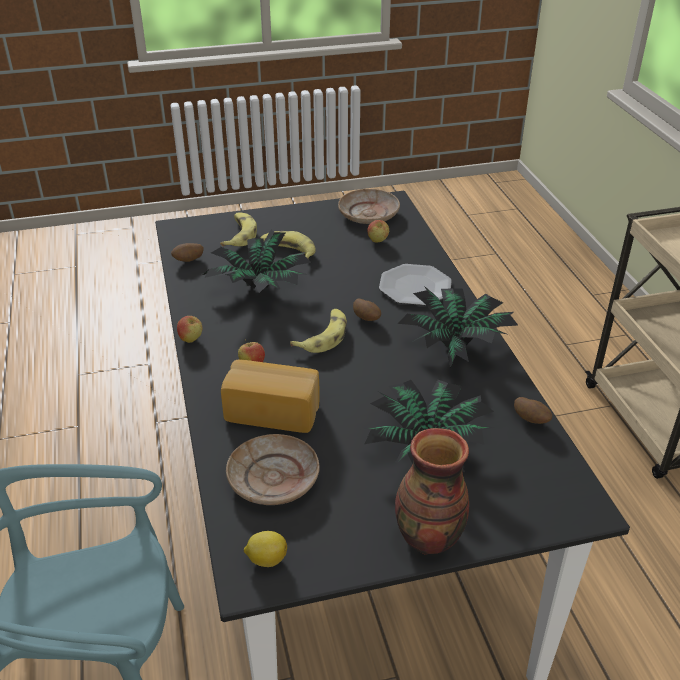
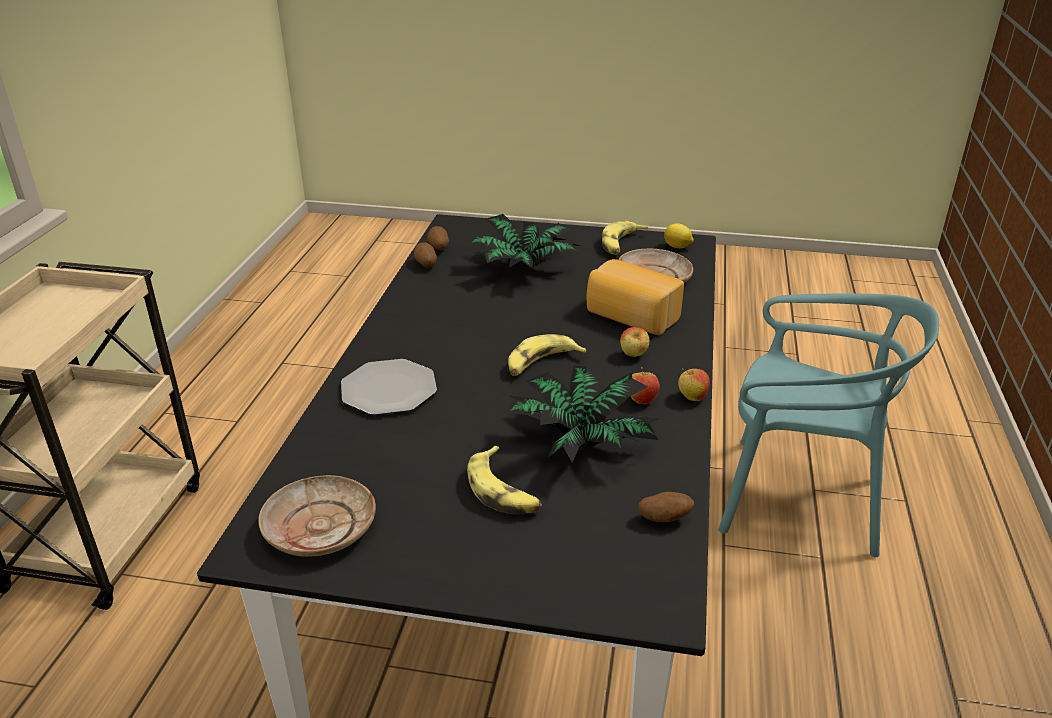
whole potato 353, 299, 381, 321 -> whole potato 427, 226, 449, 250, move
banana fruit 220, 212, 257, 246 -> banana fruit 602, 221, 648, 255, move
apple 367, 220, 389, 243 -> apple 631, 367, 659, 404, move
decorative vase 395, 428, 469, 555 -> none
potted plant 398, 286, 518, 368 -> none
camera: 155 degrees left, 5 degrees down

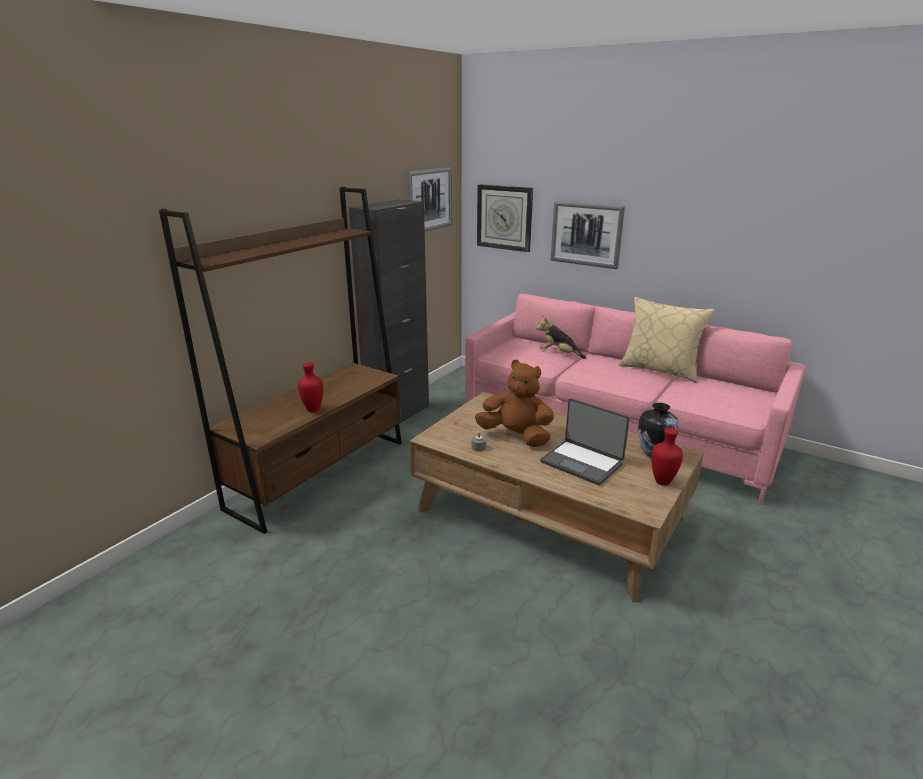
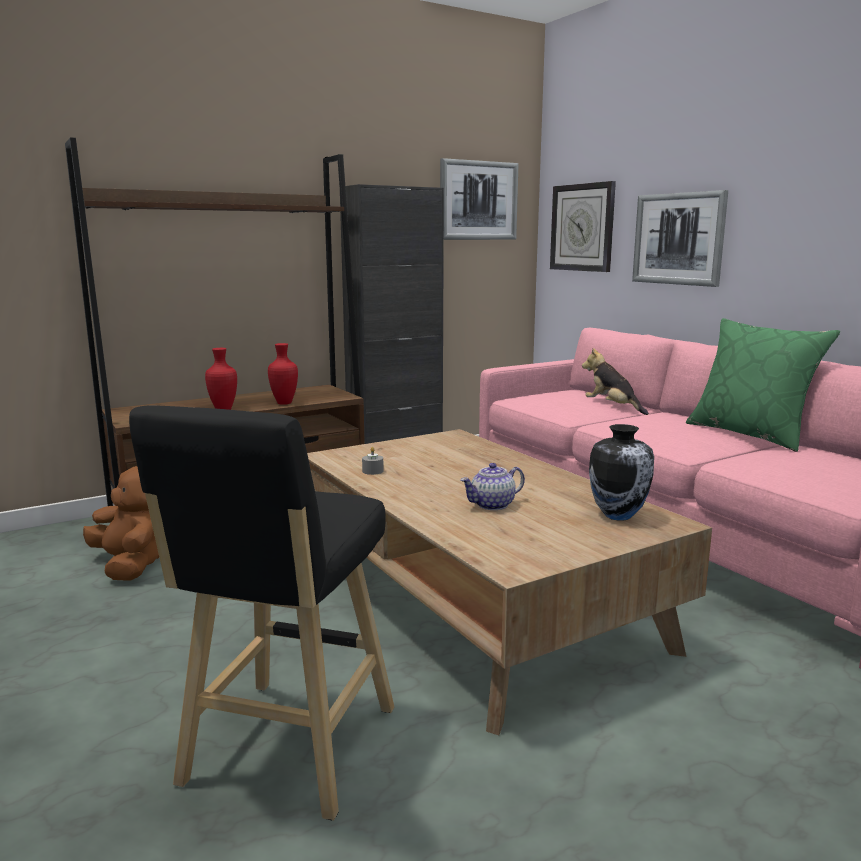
plush toy/brown-coloured 475, 360, 554, 447 -> plush toy/brown-coloured 83, 466, 159, 581, move
none -> stool/black 129, 405, 394, 821
decorative vase/reddish 652, 428, 683, 486 -> decorative vase/reddish 268, 343, 298, 405, move
laptop 540, 398, 630, 485 -> teapot 461, 463, 525, 510
throw pillow/beige 619, 297, 715, 382 -> throw pillow/greenish 686, 318, 840, 452
camera: 25 degrees right, 10 degrees down

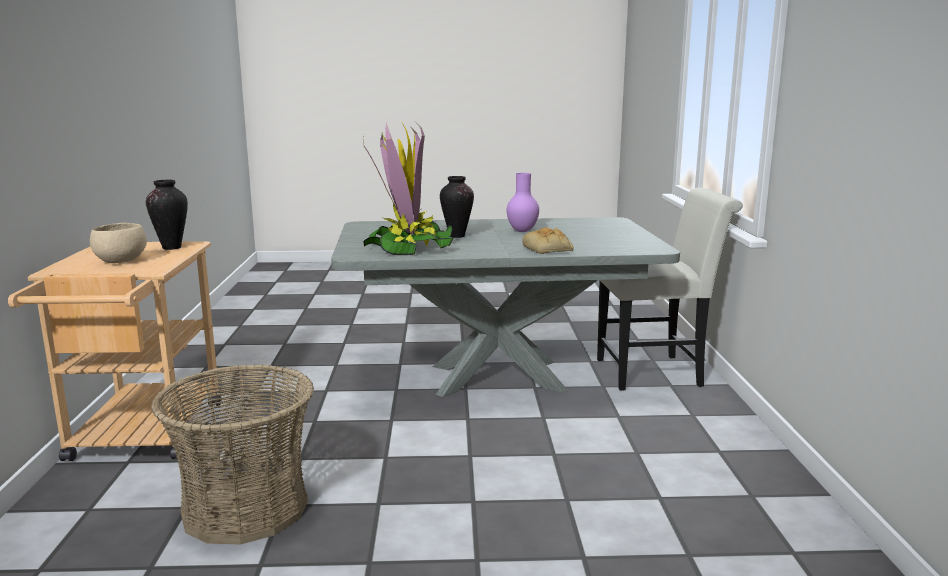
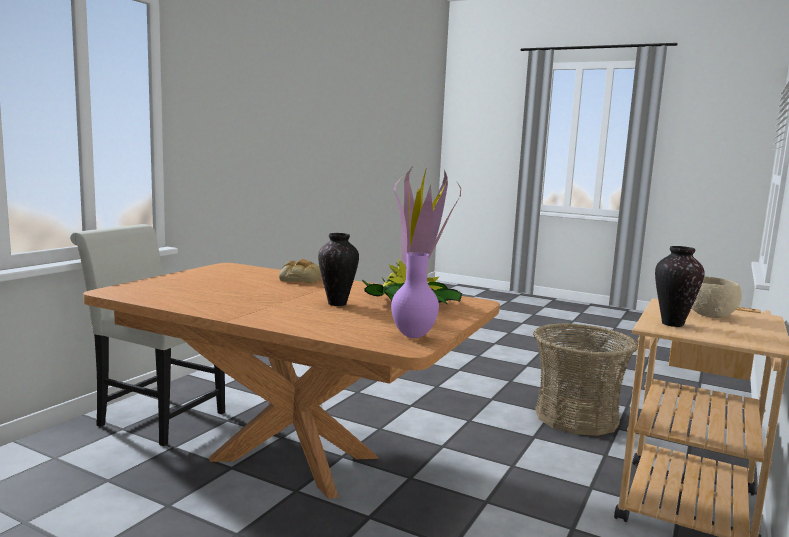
dining table/gray 331, 217, 680, 397 -> dining table/brown-coloured 83, 263, 500, 499
decorative vase/purple 506, 173, 539, 232 -> decorative vase/purple 391, 252, 439, 338, move
camera: 150 degrees left, 5 degrees down

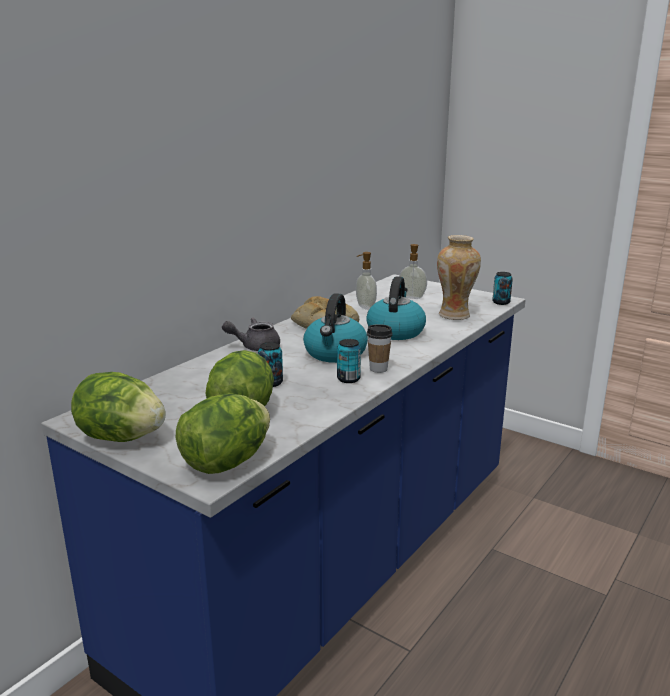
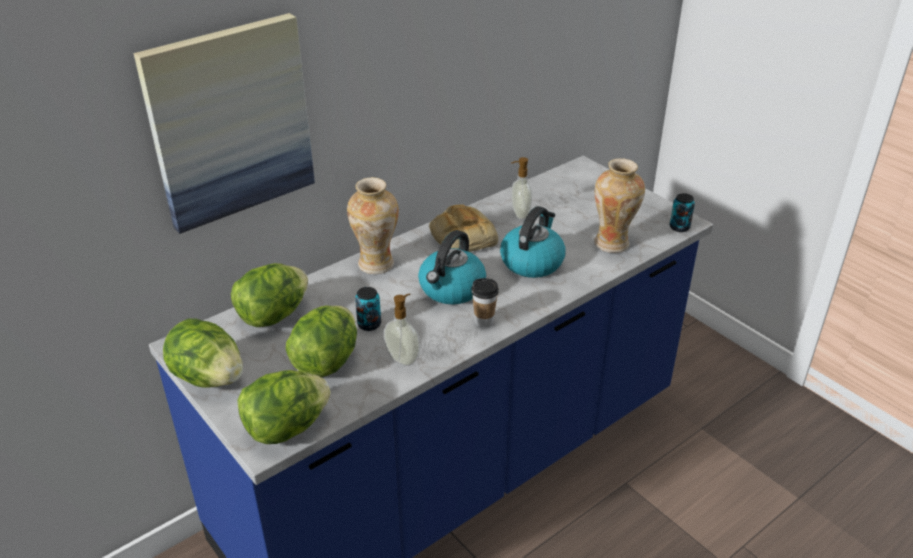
none -> picture 134, 13, 315, 234
none -> lettuce 231, 263, 308, 327
teapot/gray 222, 317, 280, 351 -> decorative vase 347, 177, 399, 274
liquid soap bottle 399, 244, 427, 299 -> liquid soap bottle 384, 293, 420, 366, move
metal can 337, 339, 361, 383 -> none
camera: 15 degrees right, 15 degrees up

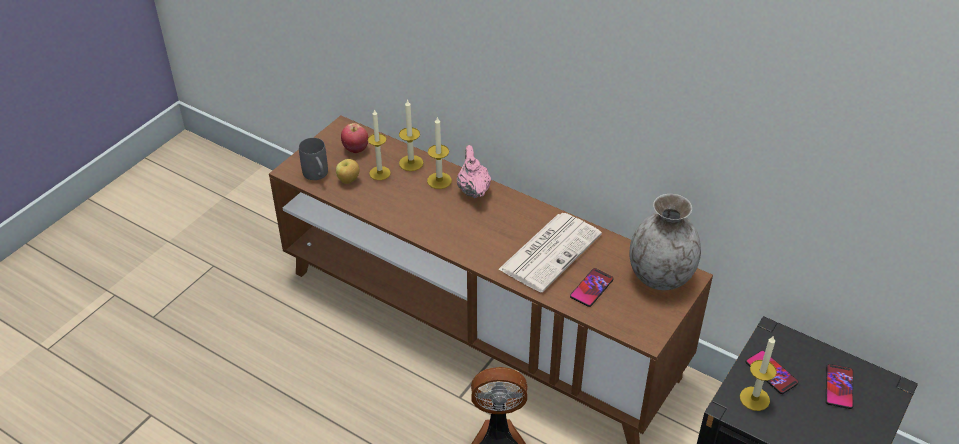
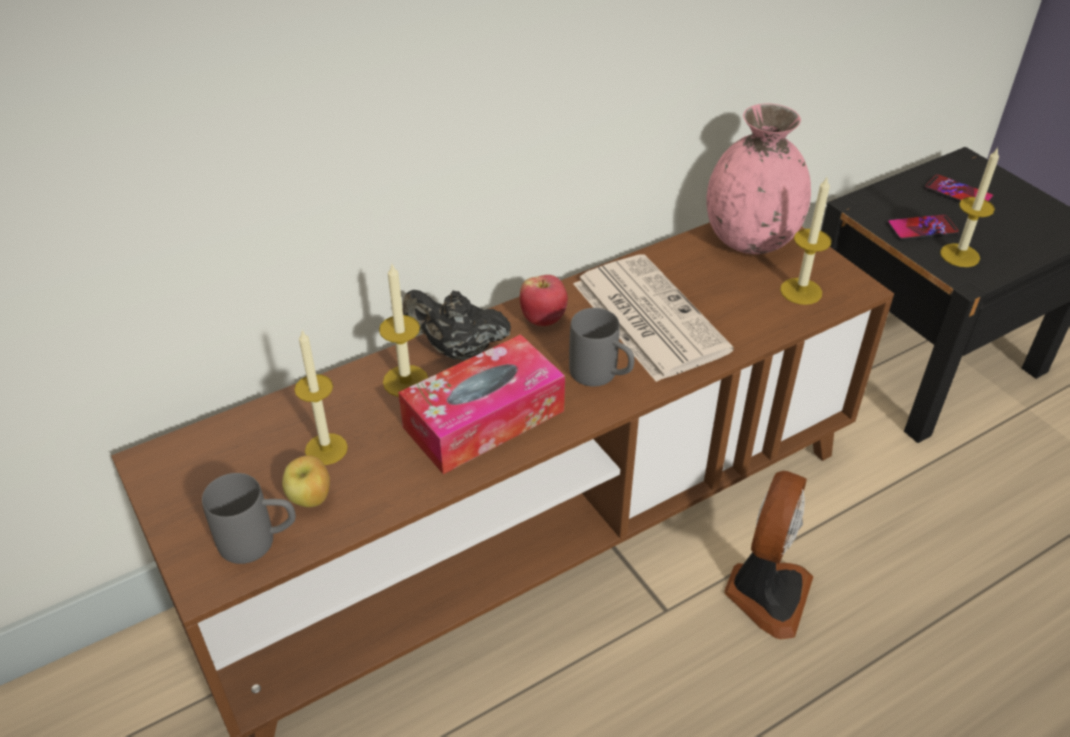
none -> box of tissues 398, 334, 565, 474
teapot/pinkish 456, 145, 491, 198 -> teapot/black 403, 290, 511, 361
apple 341, 123, 369, 153 -> apple 520, 275, 568, 326, move
none -> mug/gray 569, 308, 634, 387
decorative vase/gray 629, 194, 701, 290 -> decorative vase/pinkish 706, 104, 811, 254
candle 399, 99, 423, 171 -> candle 780, 178, 832, 305, move
telephone 570, 268, 614, 307 -> none
camera: 65 degrees left, 0 degrees up

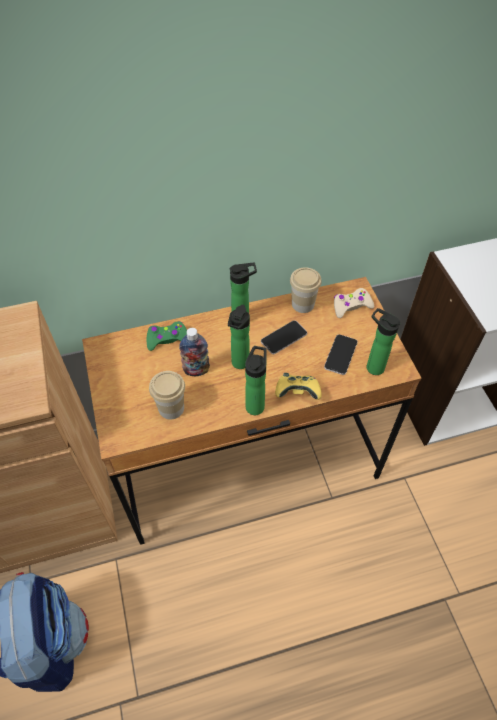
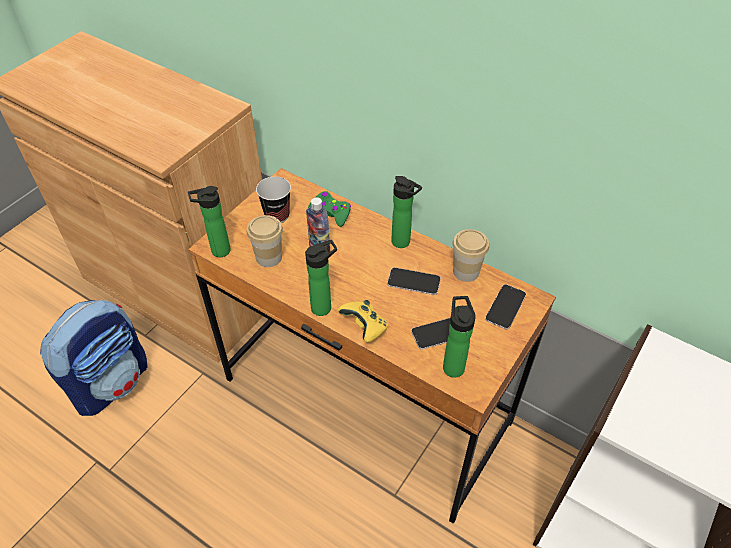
drink bottle 228, 305, 250, 369 -> drink bottle 188, 186, 231, 257, move
none -> drinking cup 256, 177, 291, 223
joypad/beige 334, 288, 374, 318 -> telephone 485, 284, 526, 329
camera: 50 degrees right, 5 degrees down

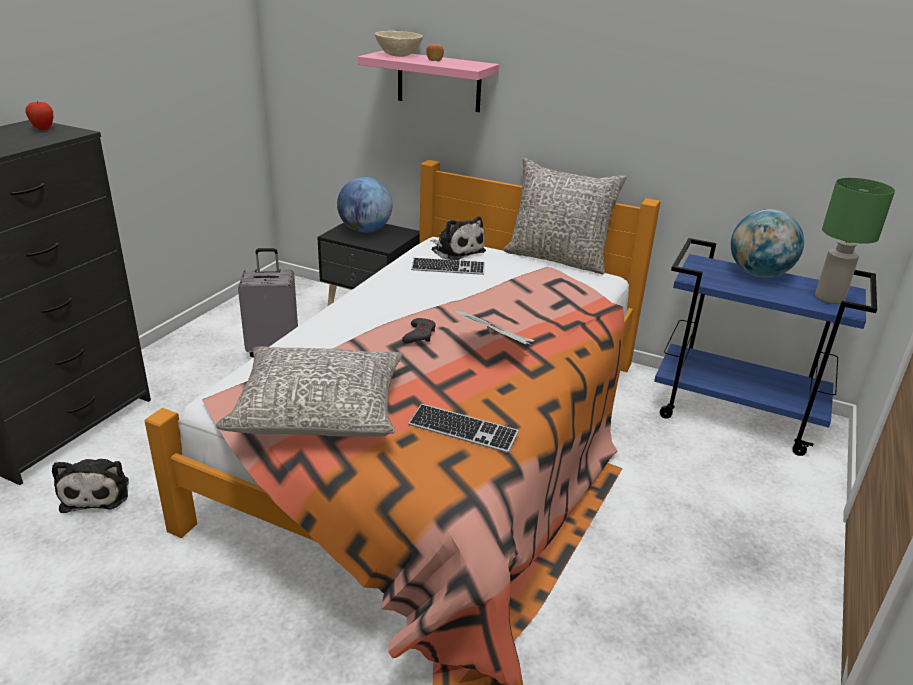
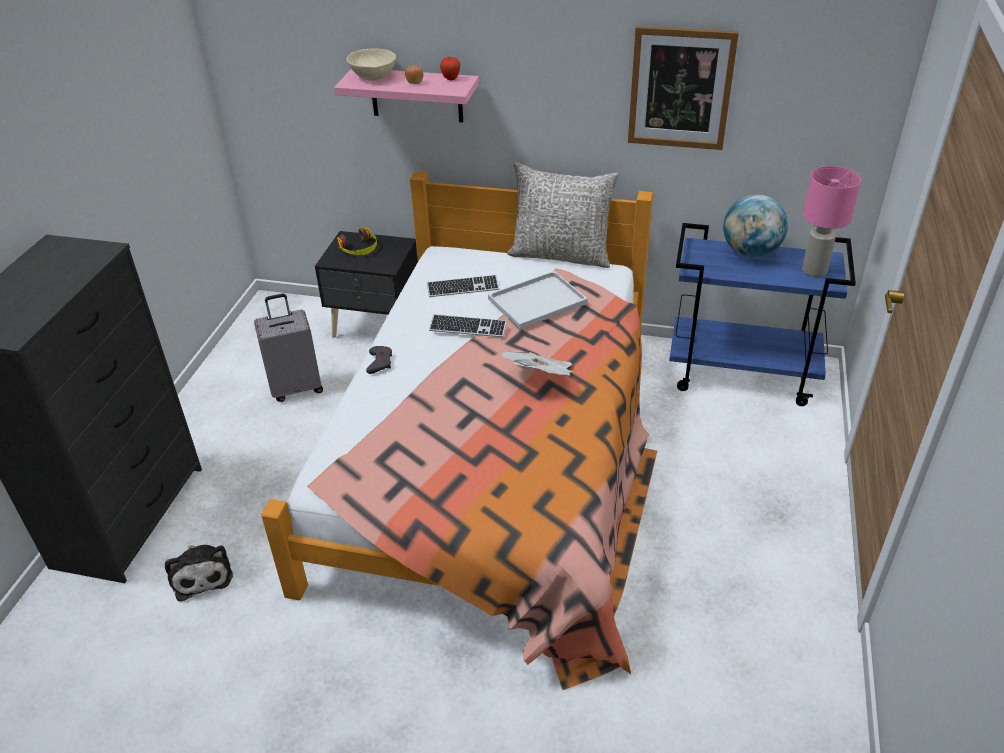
desk globe 337, 177, 392, 233 -> headphones 337, 227, 377, 255
joypad/gray 402, 318, 436, 343 -> joypad/gray 366, 346, 392, 374, move
PC keyboard 408, 404, 519, 453 -> PC keyboard 429, 314, 507, 337, move
apple 25, 101, 54, 130 -> apple 440, 57, 461, 80, move
none -> carrying tray/whitish 488, 271, 588, 329
none -> picture 628, 26, 739, 150
tabletop lamp/greenish 815, 178, 895, 304 -> tabletop lamp/pinkish 802, 166, 861, 277
throw pillow/gray 215, 346, 403, 437 -> none
plush toy 430, 216, 486, 260 -> none
camera: 10 degrees left, 10 degrees up

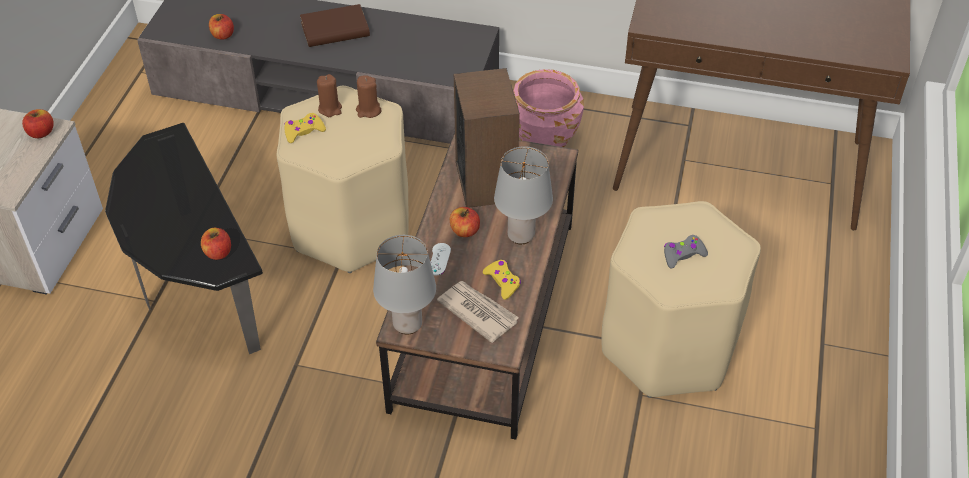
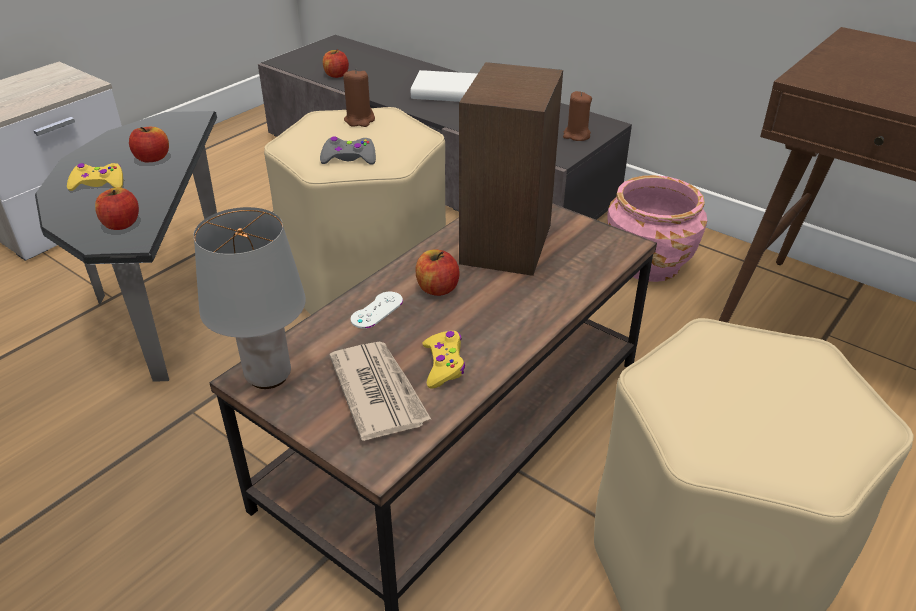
joypad/yellow-coloured 284, 113, 326, 143 -> joypad/yellow-coloured 67, 163, 123, 191, move
apple 22, 109, 54, 138 -> apple 129, 127, 169, 162, move
joypad/gray 664, 235, 708, 268 -> joypad/gray 320, 137, 376, 165, move
book/brown-coloured 300, 4, 370, 47 -> book/whitish 411, 70, 477, 102
candle/brown-coloured 356, 75, 381, 118 -> candle/brown-coloured 563, 91, 592, 141, move
tabletop lamp/gray 494, 146, 553, 244 -> none
camera: 25 degrees right, 10 degrees down

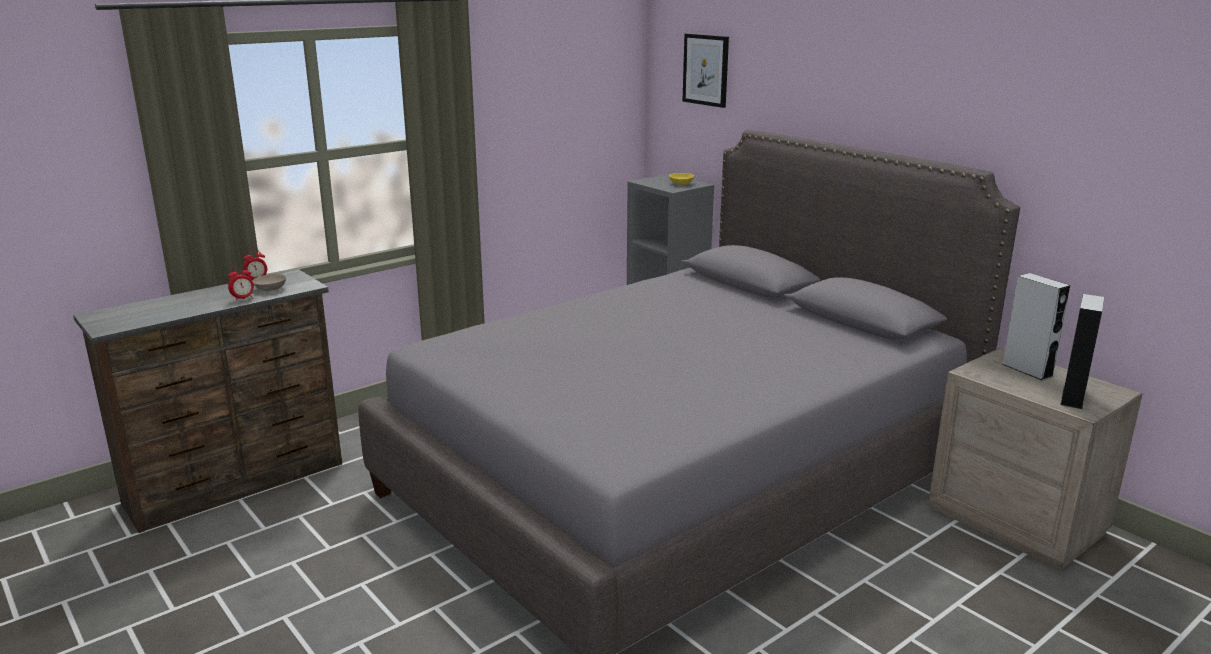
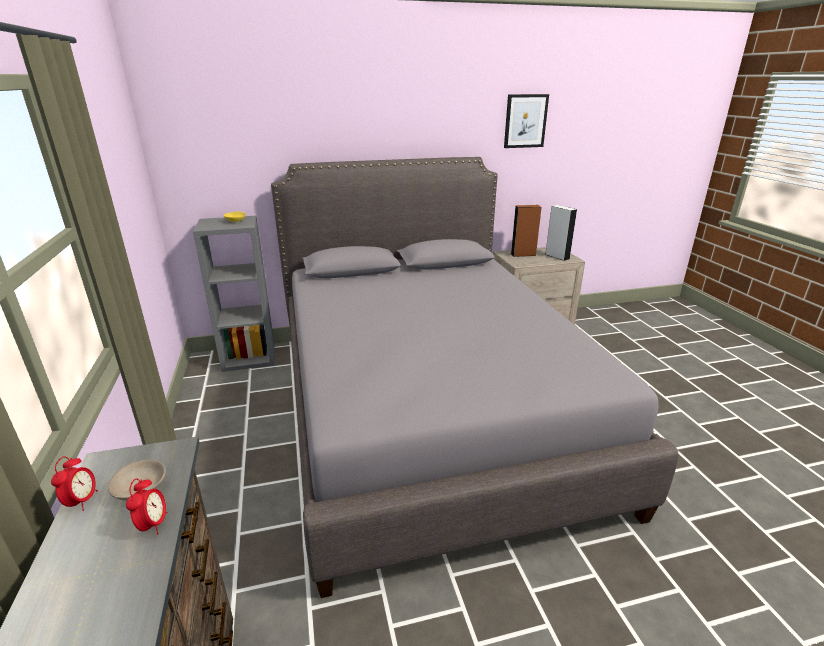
picture 682, 34, 729, 108 -> picture 504, 94, 549, 148, move
speaker/gray 1002, 273, 1070, 381 -> speaker/brown-coloured 511, 205, 542, 257
camera: 65 degrees left, 5 degrees up

